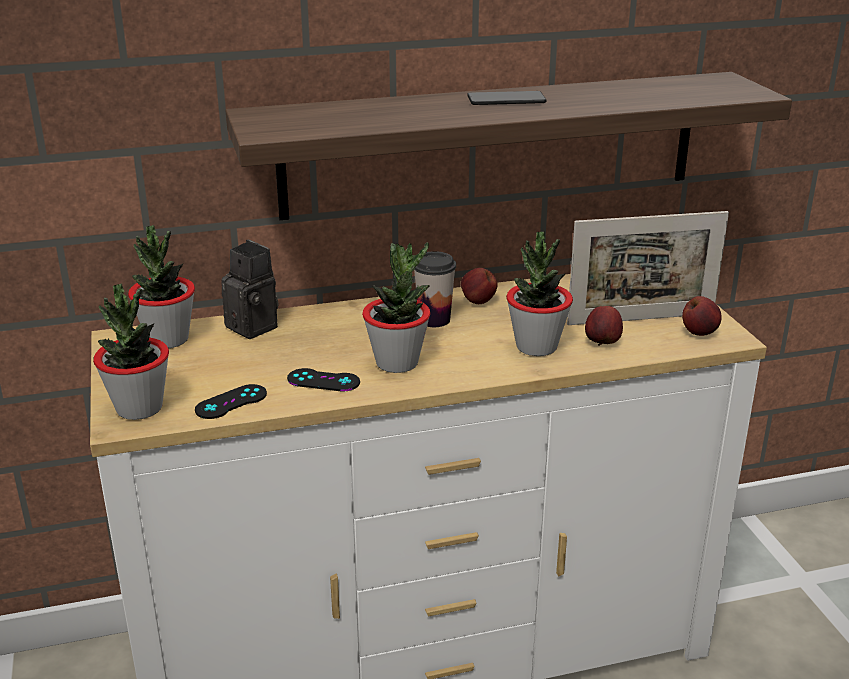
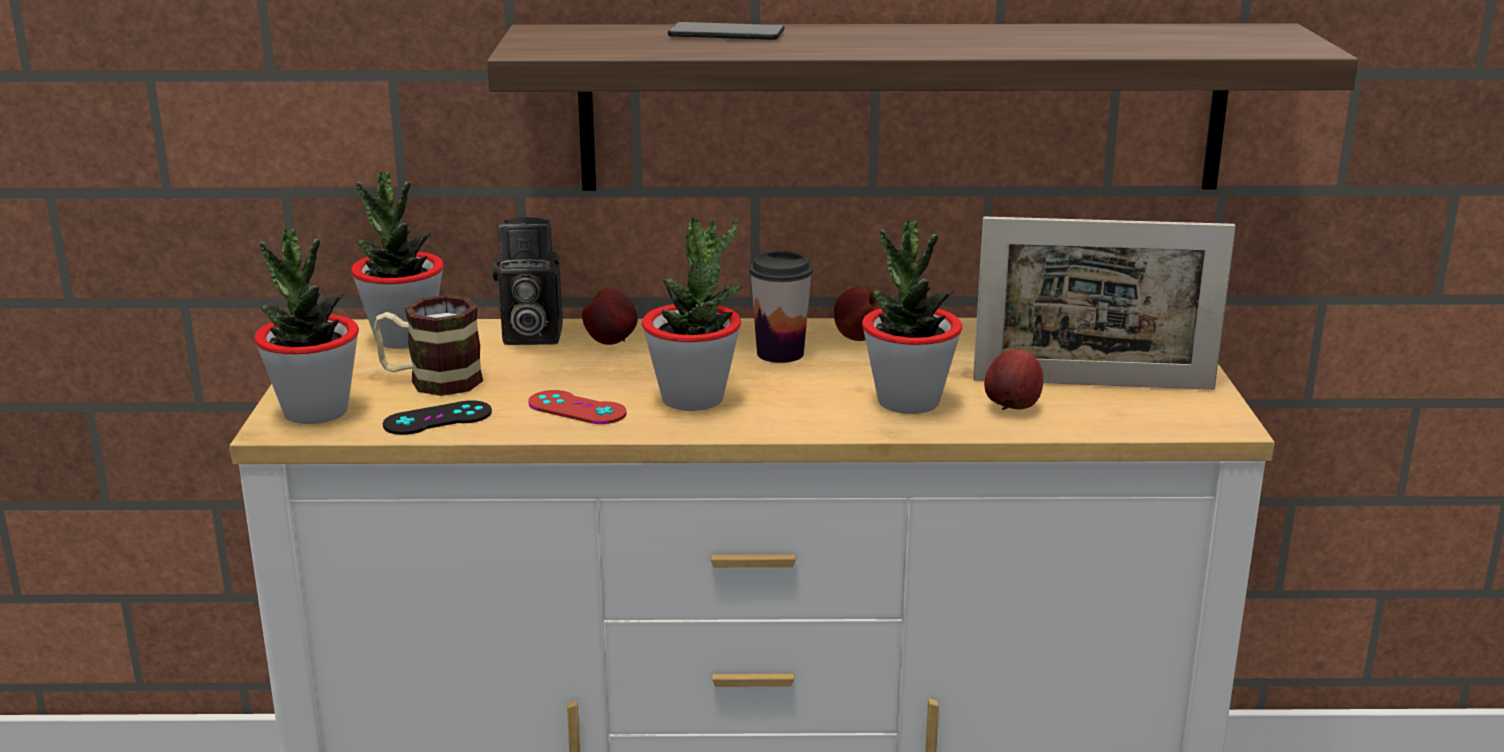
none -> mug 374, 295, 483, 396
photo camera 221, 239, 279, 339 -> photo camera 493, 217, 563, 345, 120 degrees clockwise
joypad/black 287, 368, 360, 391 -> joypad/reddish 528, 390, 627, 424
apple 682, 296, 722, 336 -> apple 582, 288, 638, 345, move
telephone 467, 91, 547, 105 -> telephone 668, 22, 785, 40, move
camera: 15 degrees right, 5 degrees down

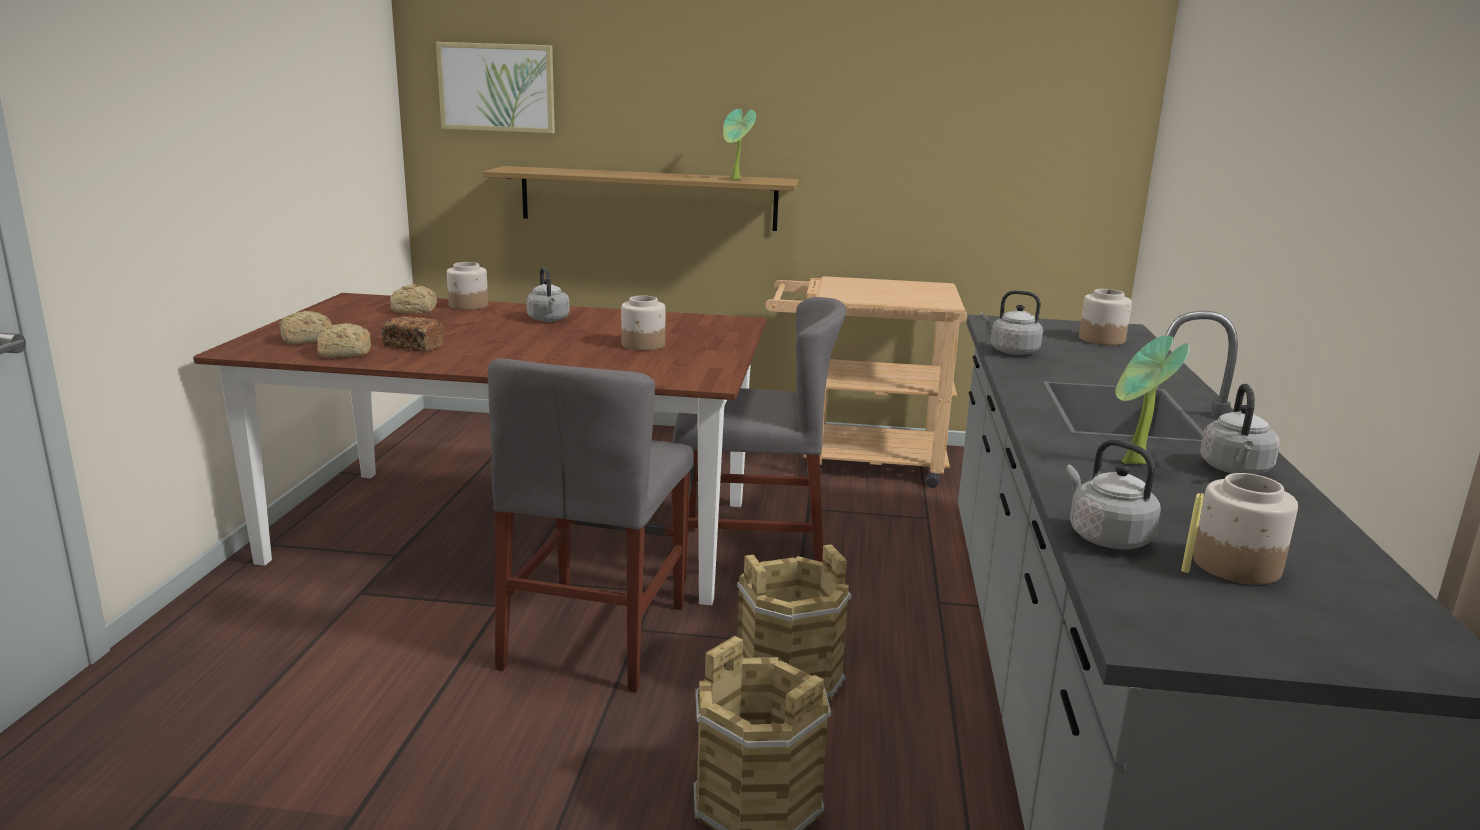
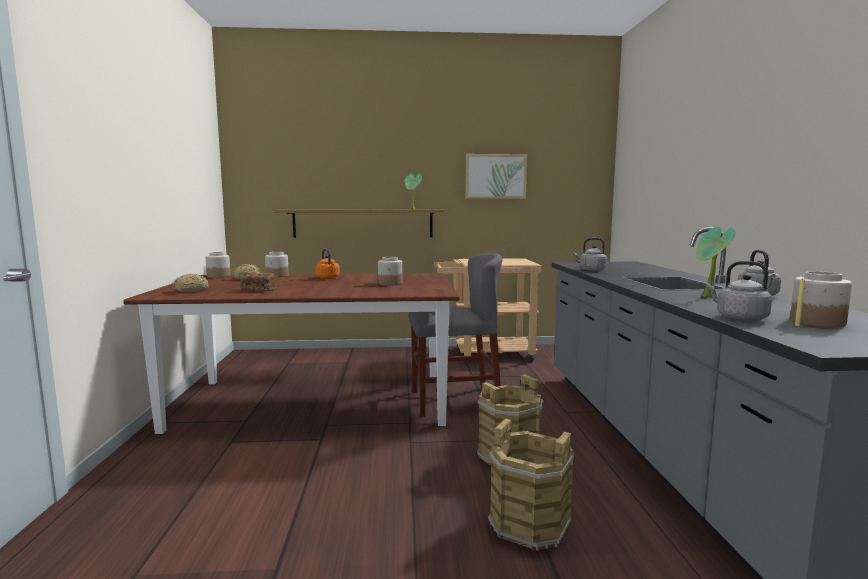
preserve jar 1079, 289, 1132, 345 -> preserve jar 205, 252, 230, 278, move
tea kettle/gray 526, 267, 570, 322 -> tea kettle/orange 315, 249, 340, 279
picture 436, 42, 555, 133 -> picture 465, 154, 527, 199, move
bread 317, 323, 371, 358 -> none
upright chair/gray 488, 358, 694, 693 -> none
camera: 10 degrees left, 10 degrees down

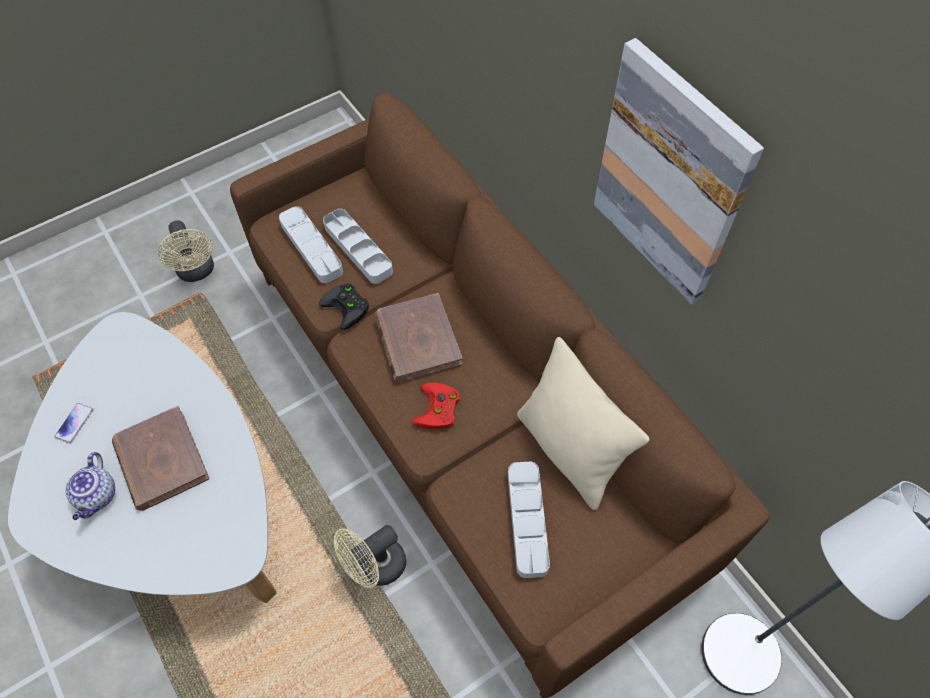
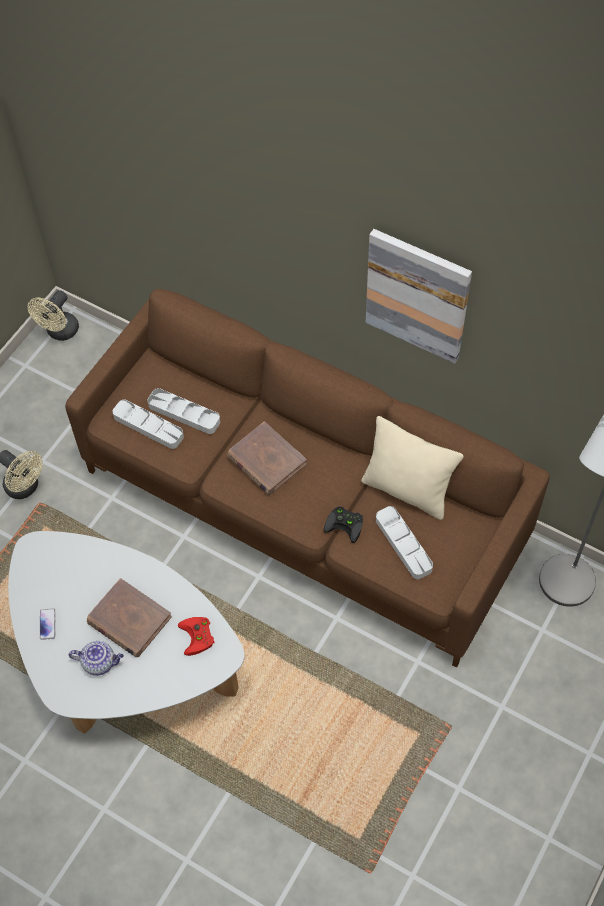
fan/beige 334, 525, 406, 588 -> fan/beige 28, 290, 79, 341, move
teapot 66, 452, 115, 520 -> teapot 69, 641, 124, 676, 60 degrees counterclockwise
joypad/reddish 412, 382, 460, 429 -> joypad/reddish 178, 617, 215, 656, move
joypad/black 319, 283, 369, 330 -> joypad/black 324, 506, 363, 543, move
camera: 25 degrees left, 0 degrees up

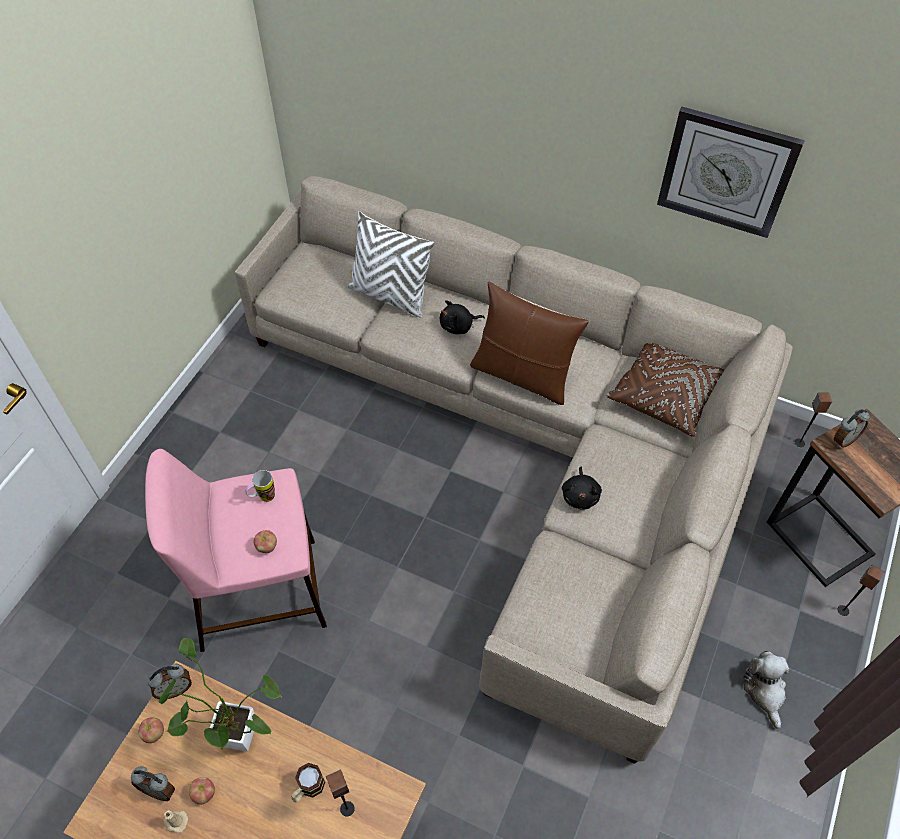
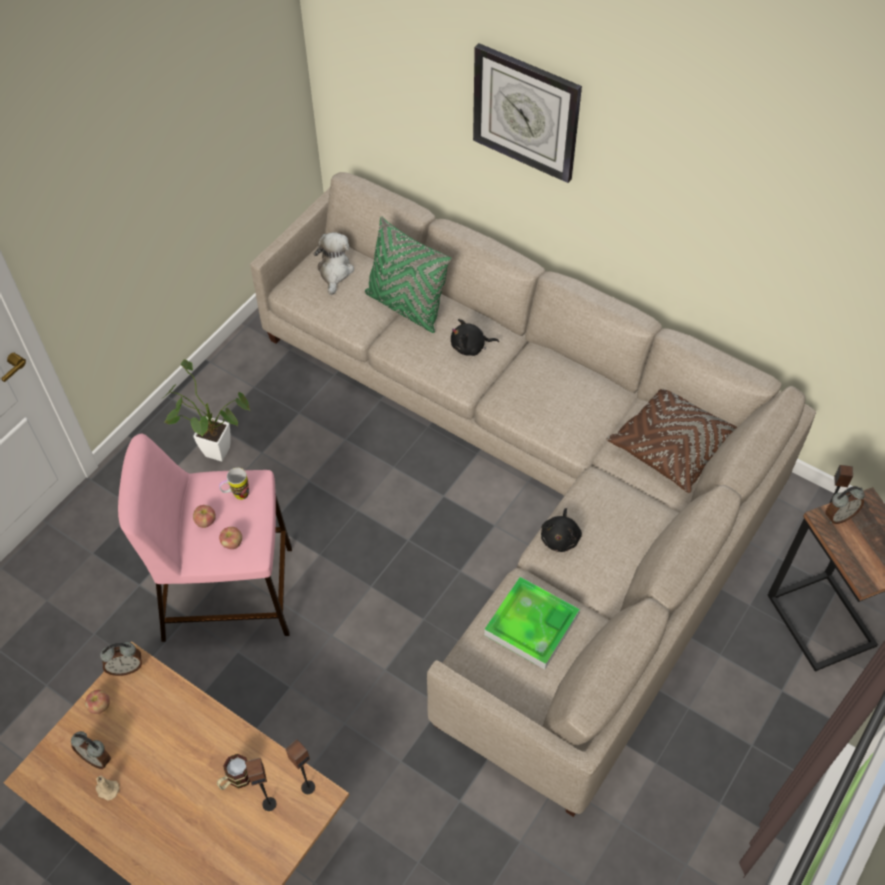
potted plant 159, 638, 281, 752 -> potted plant 163, 360, 250, 461, move
apple 189, 777, 215, 805 -> apple 193, 505, 216, 528, move
speaker 838, 565, 884, 616 -> speaker 286, 739, 315, 794, move
plush toy 743, 651, 790, 729 -> plush toy 314, 232, 354, 295, move
throw pillow/whitish 348, 211, 434, 317 -> throw pillow/greenish 365, 216, 452, 333
hanging clock 657, 107, 805, 238 -> hanging clock 473, 43, 582, 183, move
none -> carrying tray 484, 577, 580, 670
throw pillow/brown-coloured 470, 281, 589, 405 -> none
camera: 10 degrees right, 0 degrees up

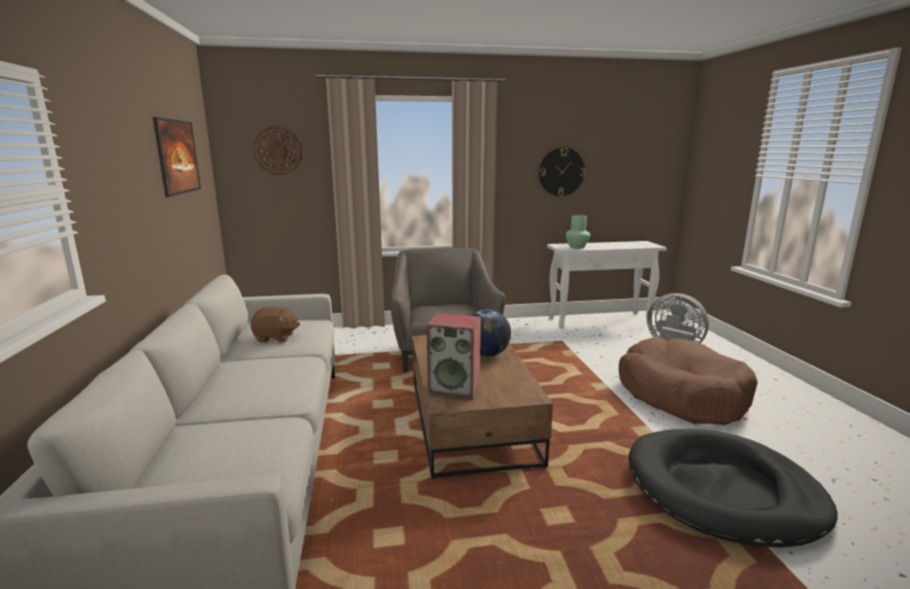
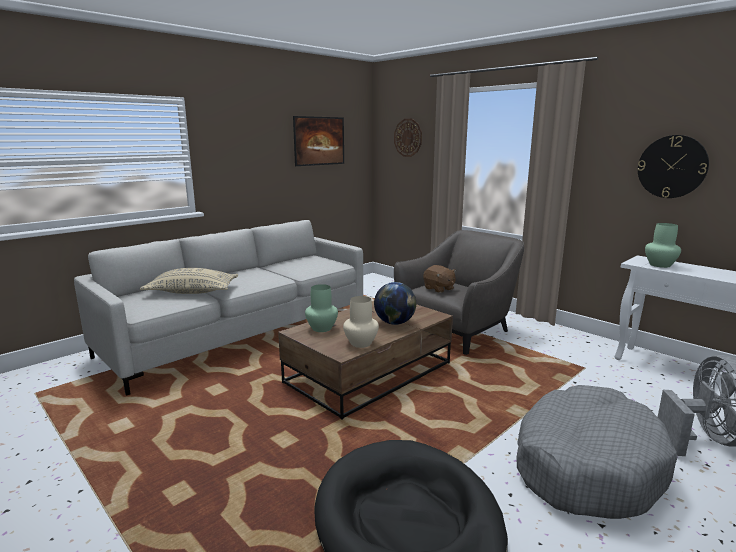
none -> throw pillow/beige 140, 268, 238, 294
speaker 426, 313, 481, 399 -> decorative vase/greenish 305, 284, 338, 332
none -> decorative vase/beige 343, 296, 379, 348
plush toy/brown-coloured 250, 307, 300, 343 -> plush toy/brown-coloured 423, 265, 456, 293, move
dog cushion/brown-coloured 619, 337, 758, 425 -> dog cushion/gray 516, 385, 677, 519
camera: 55 degrees right, 0 degrees up

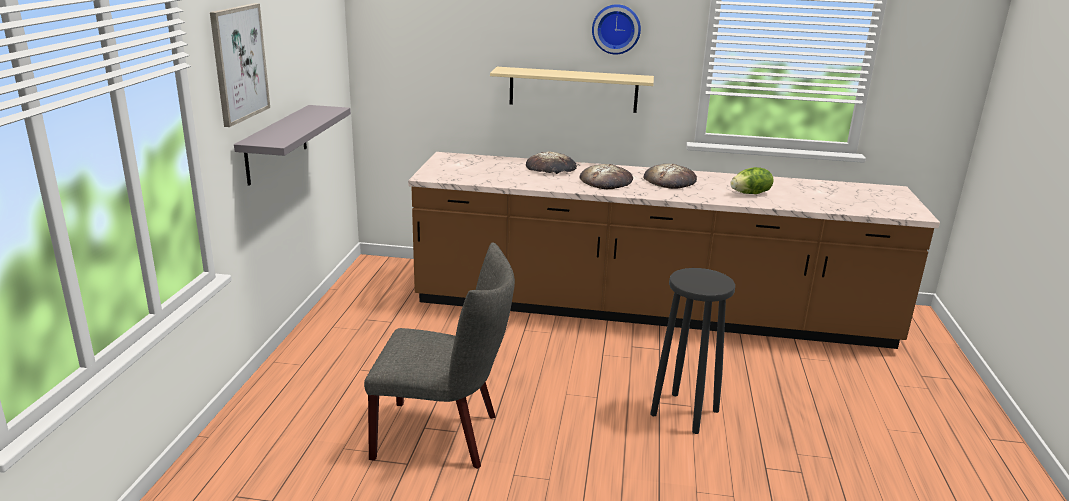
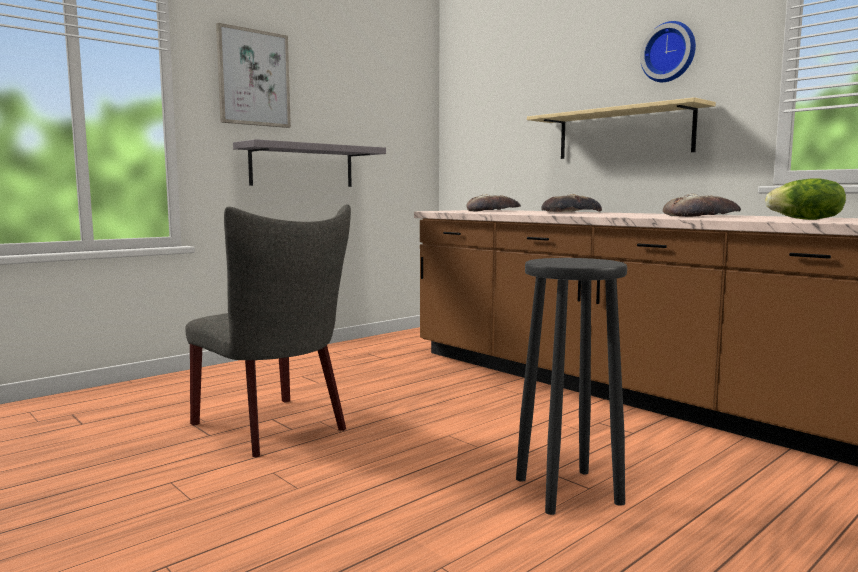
bread 580, 164, 633, 189 -> bread 467, 194, 521, 211, move
camera: 40 degrees right, 15 degrees down

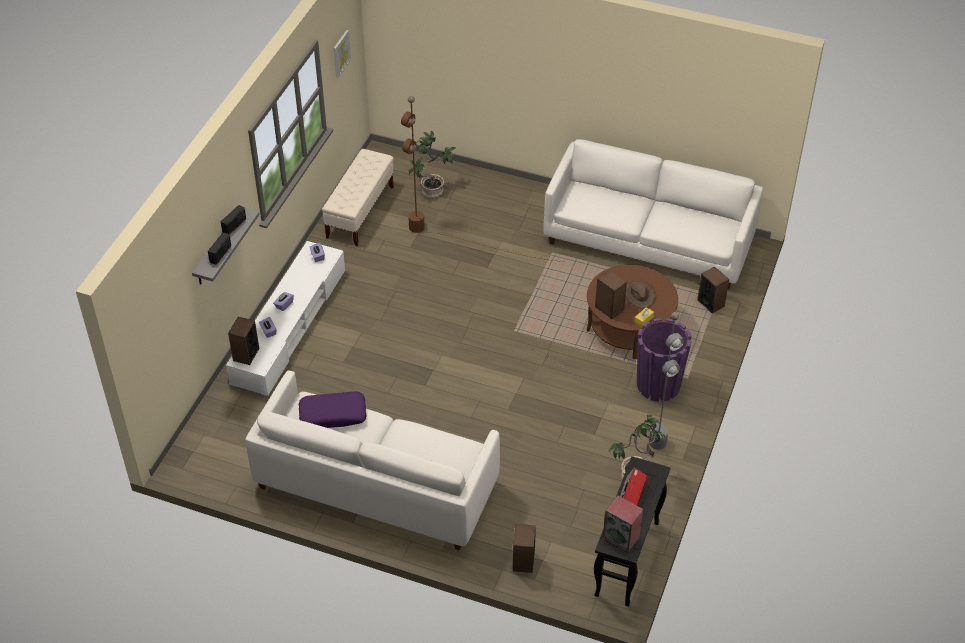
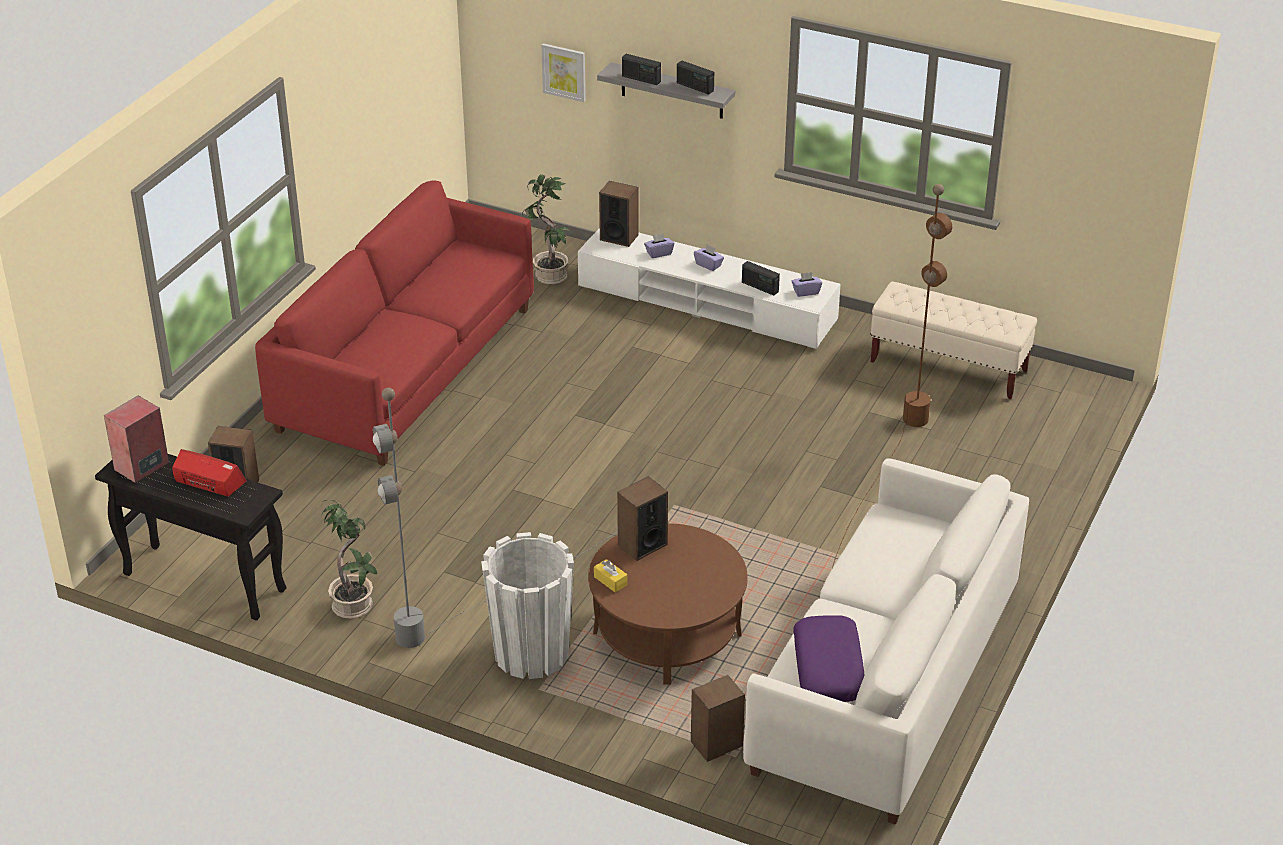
settee/whitish 245, 370, 500, 551 -> settee/reddish 255, 181, 534, 466
flower pot/purple 637, 318, 692, 402 -> flower pot/whitish 481, 532, 574, 679
potted plant 409, 130, 455, 198 -> potted plant 521, 174, 571, 284, move
picture 334, 30, 351, 78 -> picture 541, 43, 586, 102, move
none -> radio set 742, 261, 780, 296
throw pillow/purple 299, 391, 367, 428 -> throw pillow/purple 793, 615, 865, 702, move
hat/brown-coloured 625, 281, 656, 309 -> none
camera: 95 degrees right, 10 degrees down

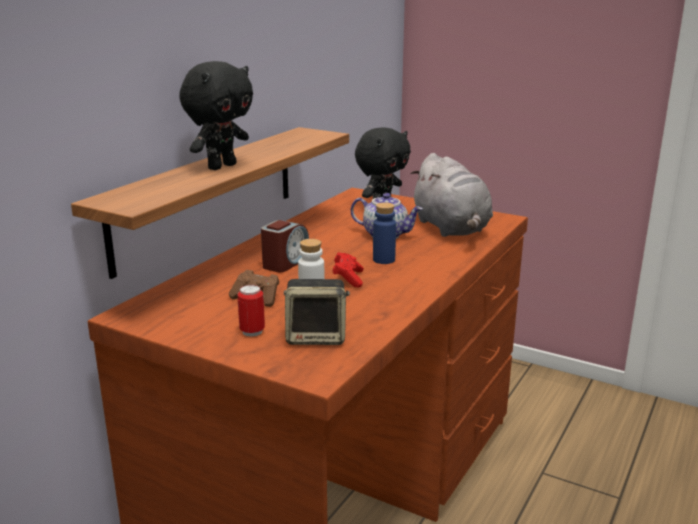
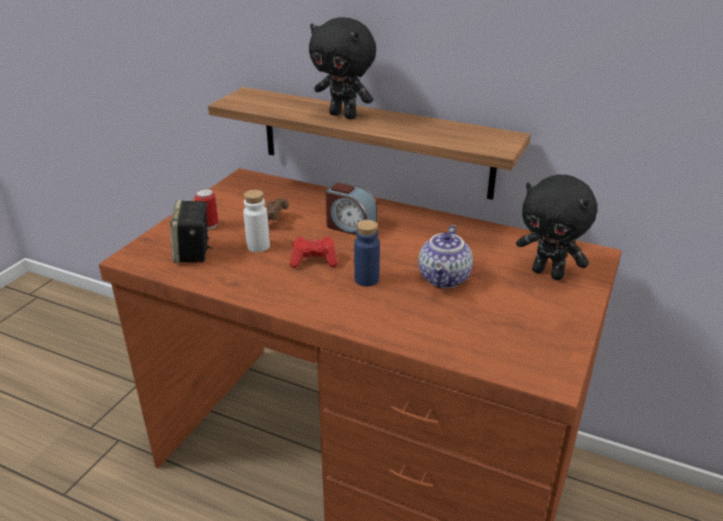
plush toy/gray 410, 153, 493, 237 -> none
camera: 85 degrees right, 10 degrees up

